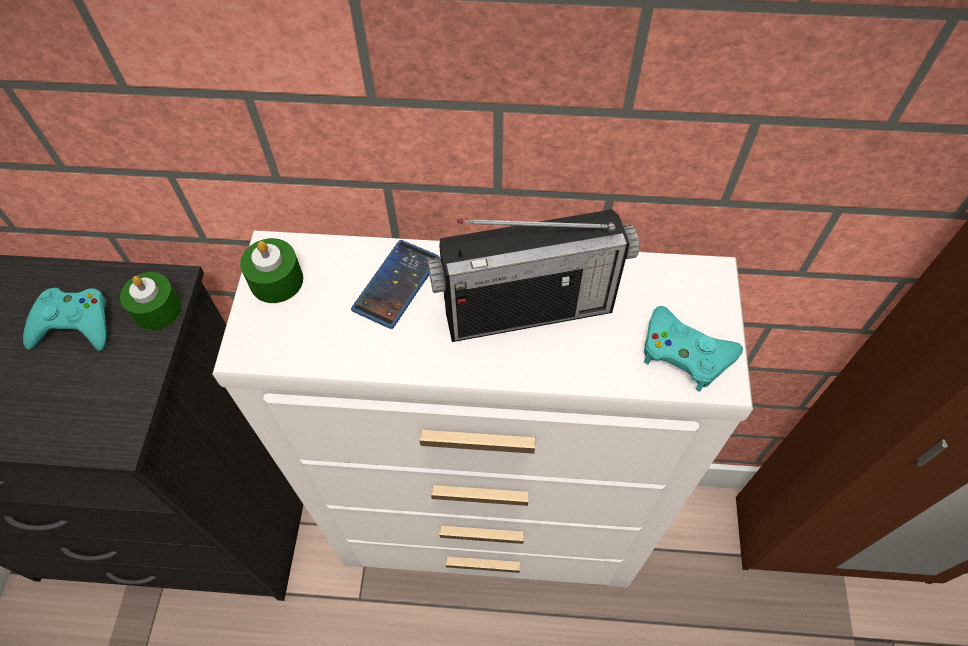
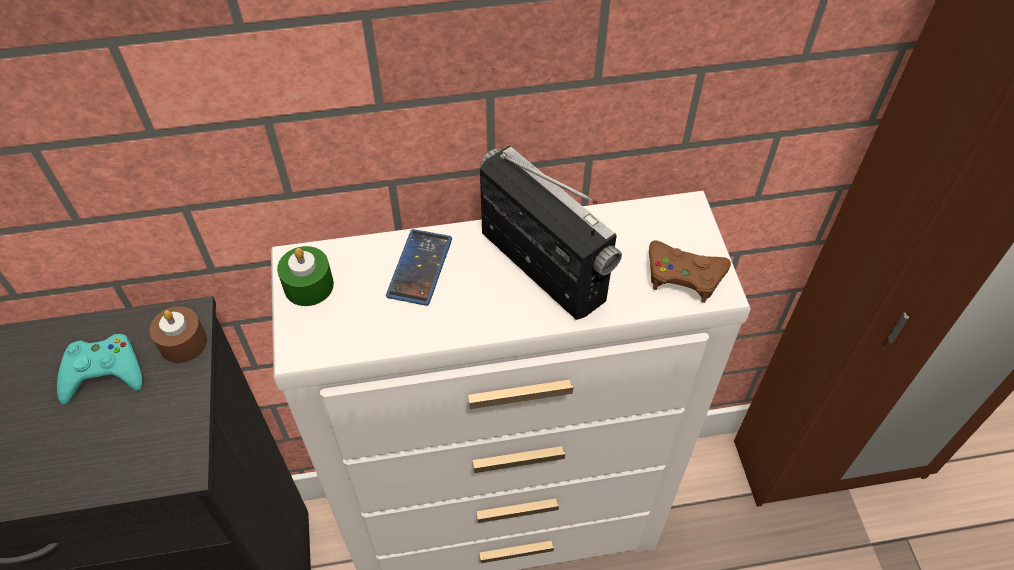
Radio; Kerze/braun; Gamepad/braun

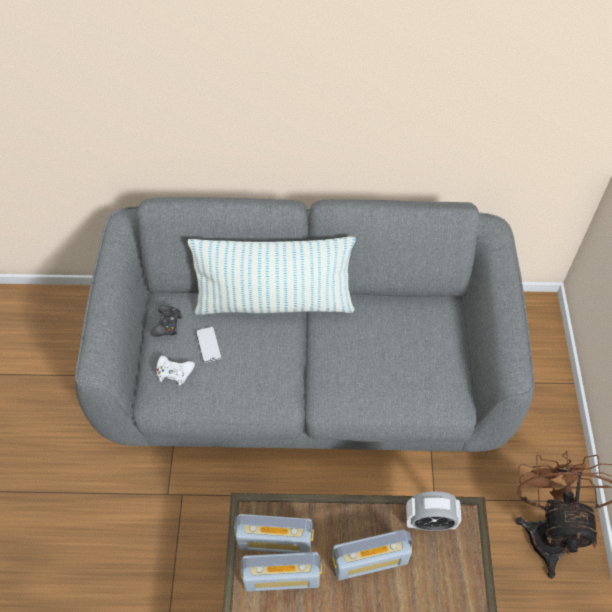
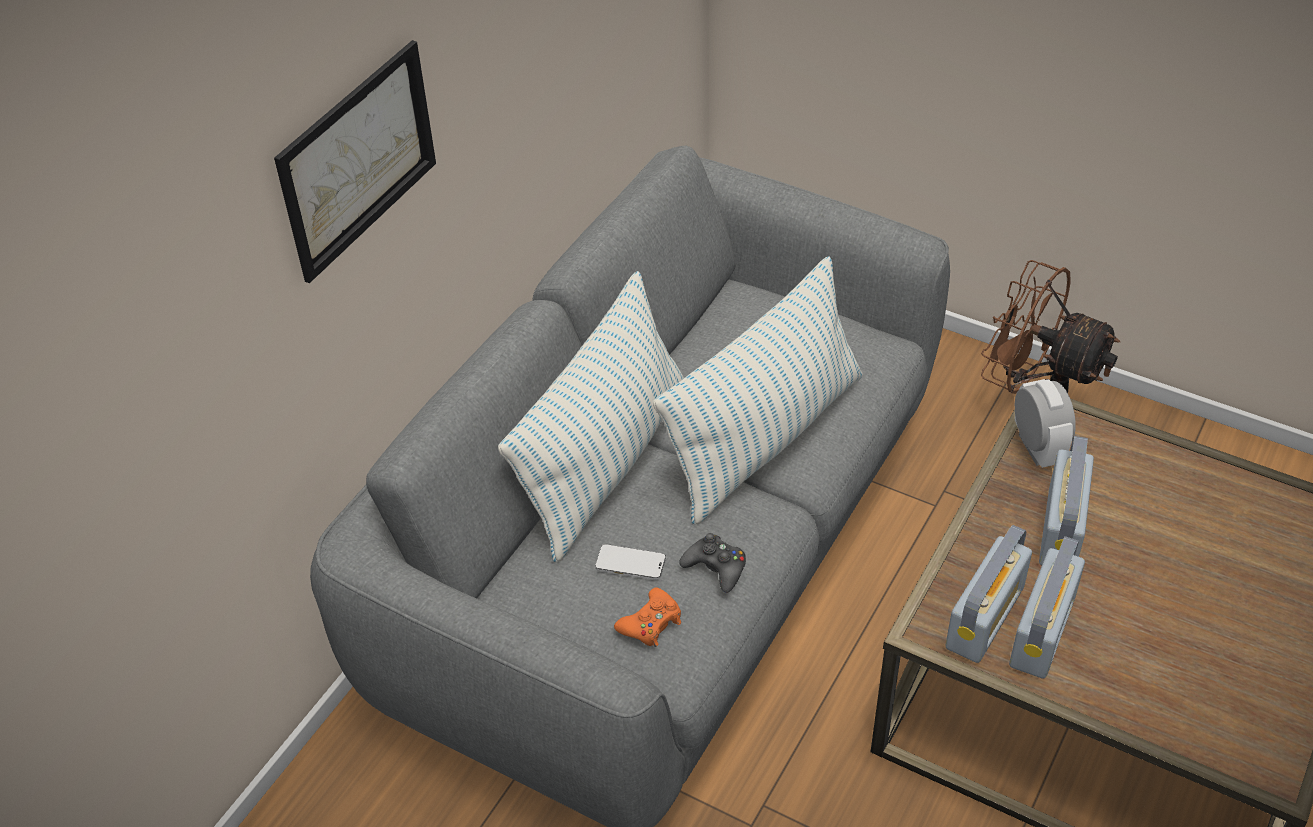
Gamepad/schwarz; Gamepad/orange; Wecker; Bild; Kissen (2nd from left)

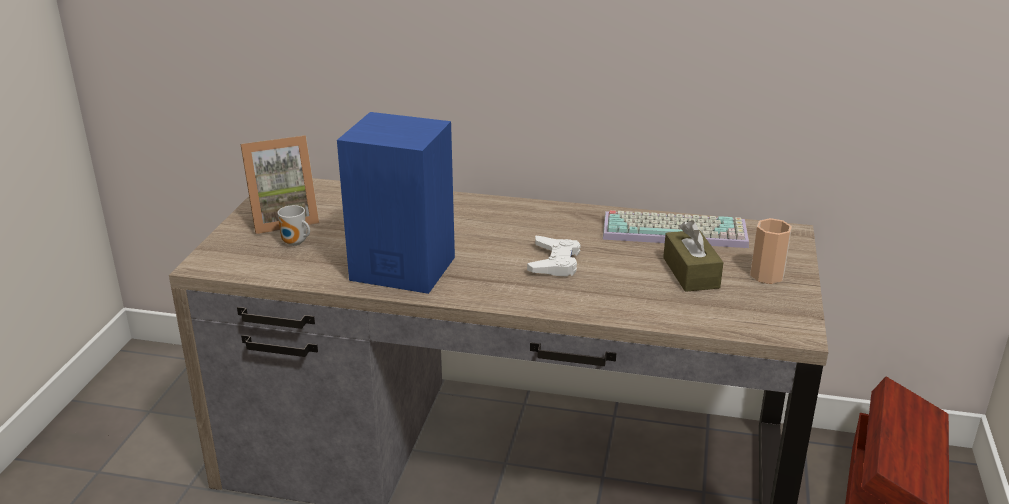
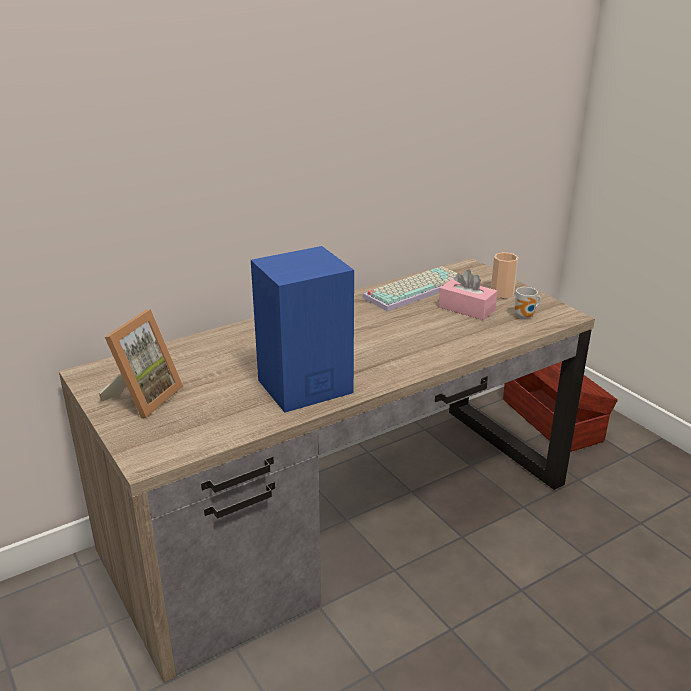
Henkelbecher; Taschentuchbox/rosa; Gamepad/weiß

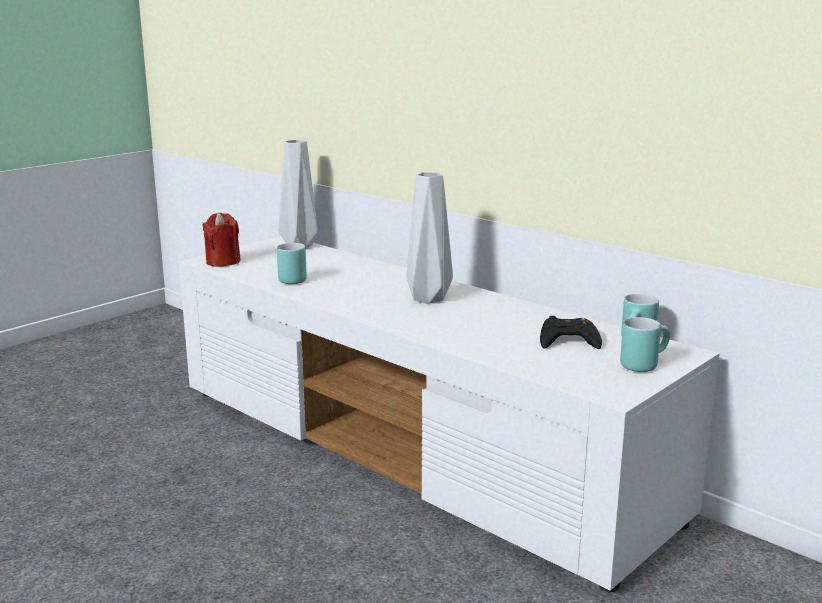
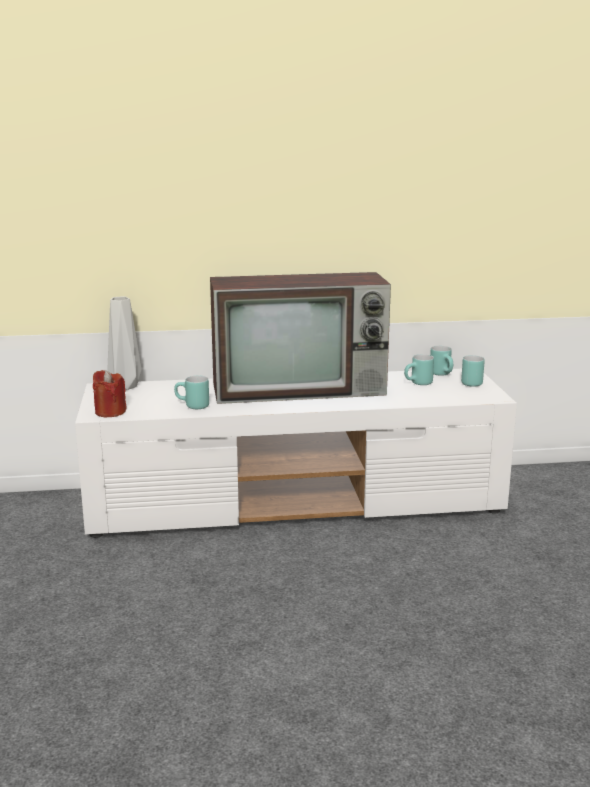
Fernseher; Henkelbecher/türkis (2nd from left)

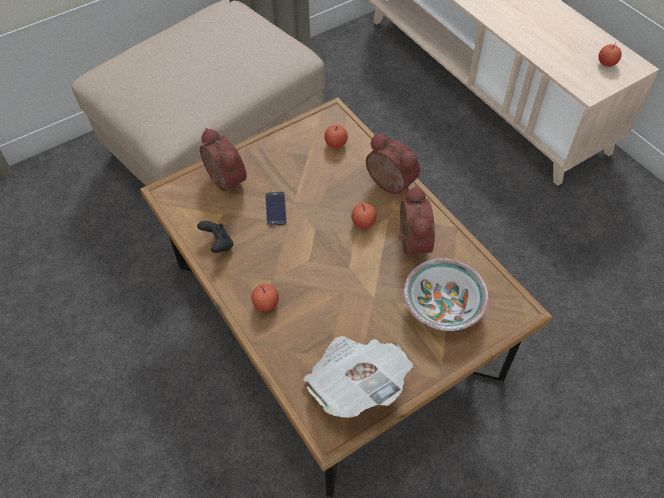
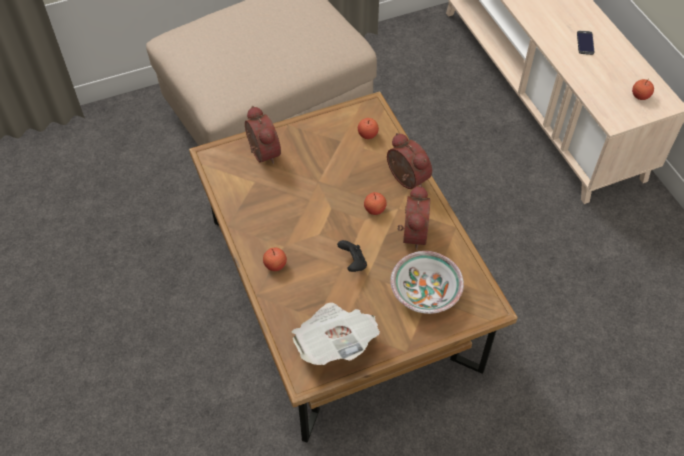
Handy; Gamepad/schwarz

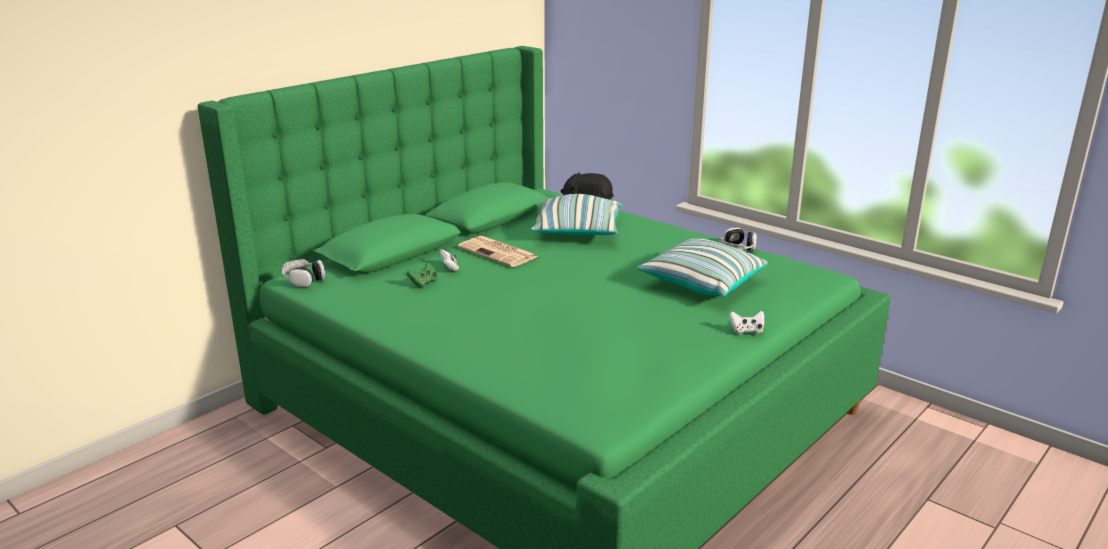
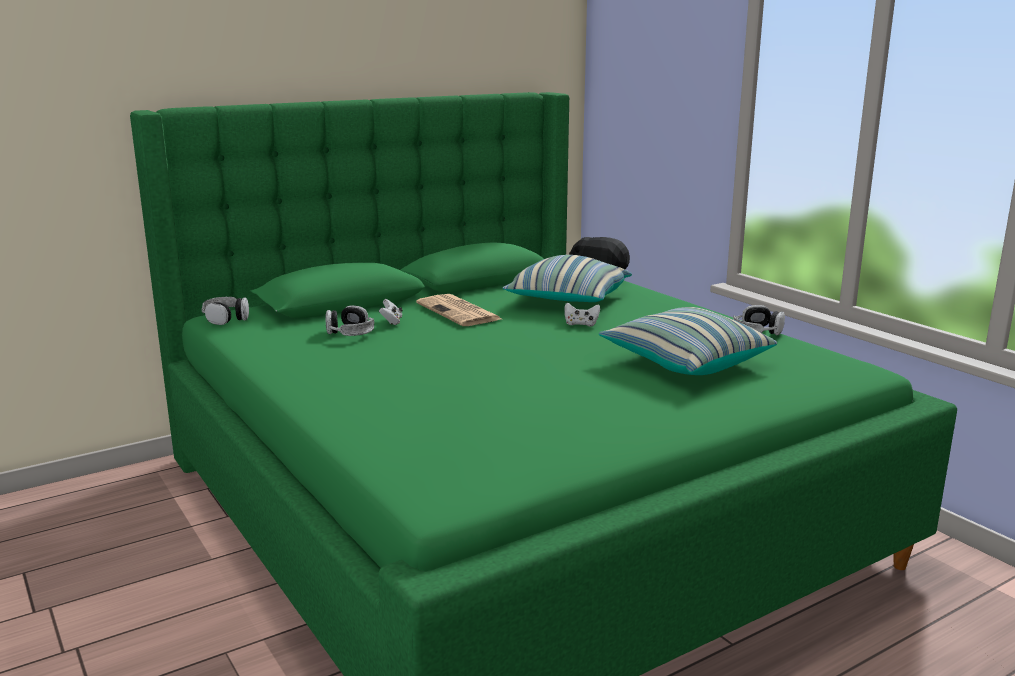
Kopfhörer (2nd from left); Gamepad/weiß (2nd from left)

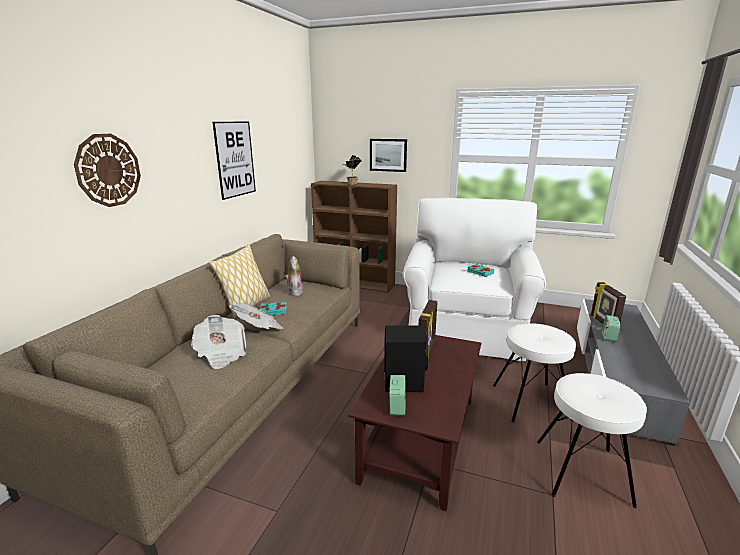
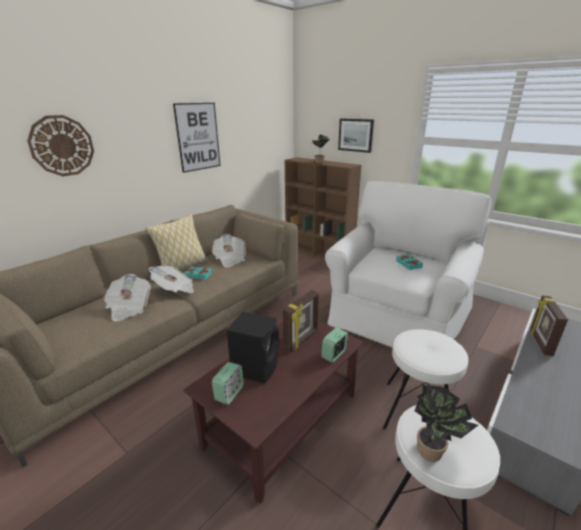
Zeitung (3rd from left); Wecker (2nd from left); Topfpflanze (2nd from left)

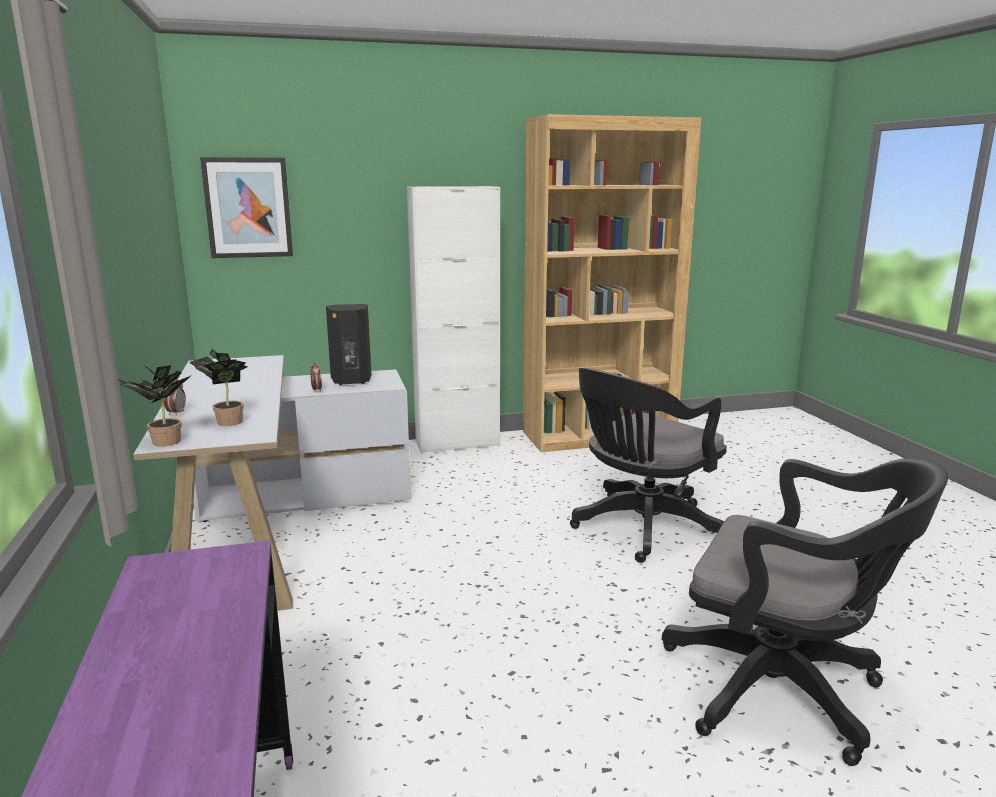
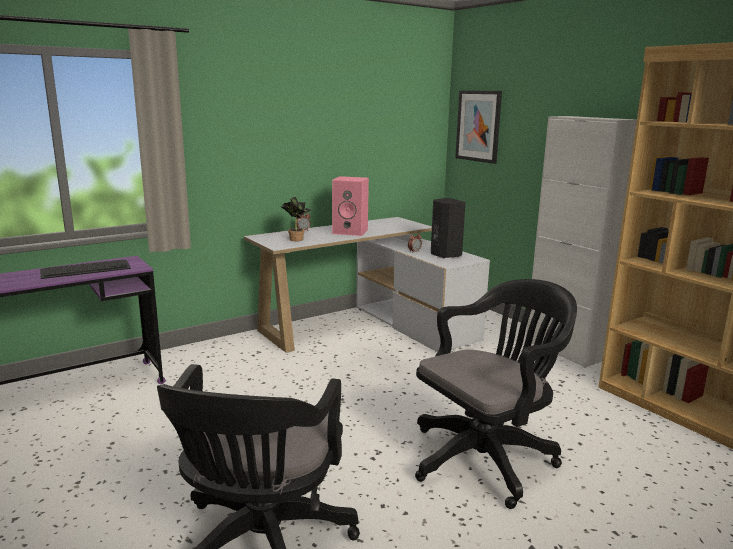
Topfpflanze (1st from left in the first image); Bürostuhl/schwarz (2nd from left); Lautsprecher/rosa; Tastatur

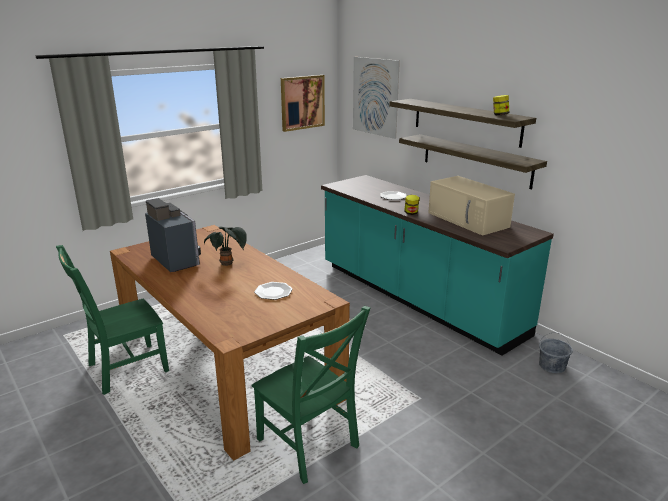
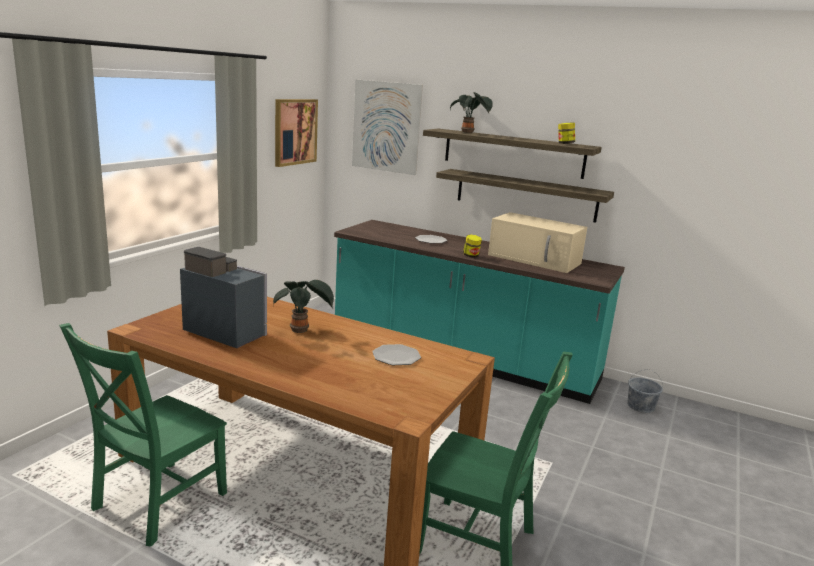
Topfpflanze (2nd from left)

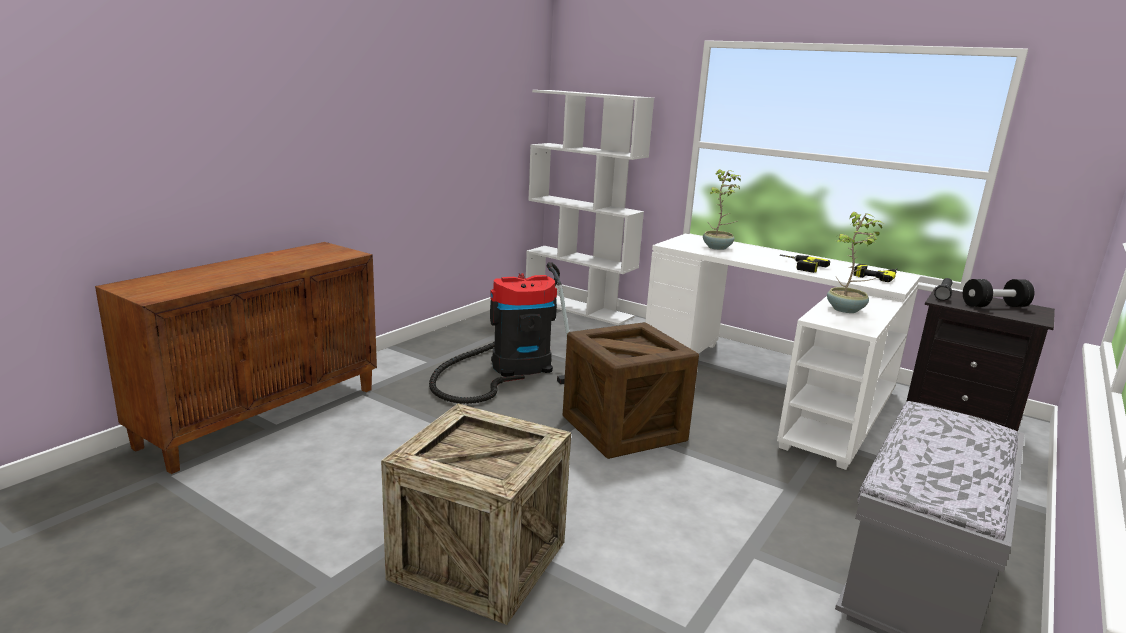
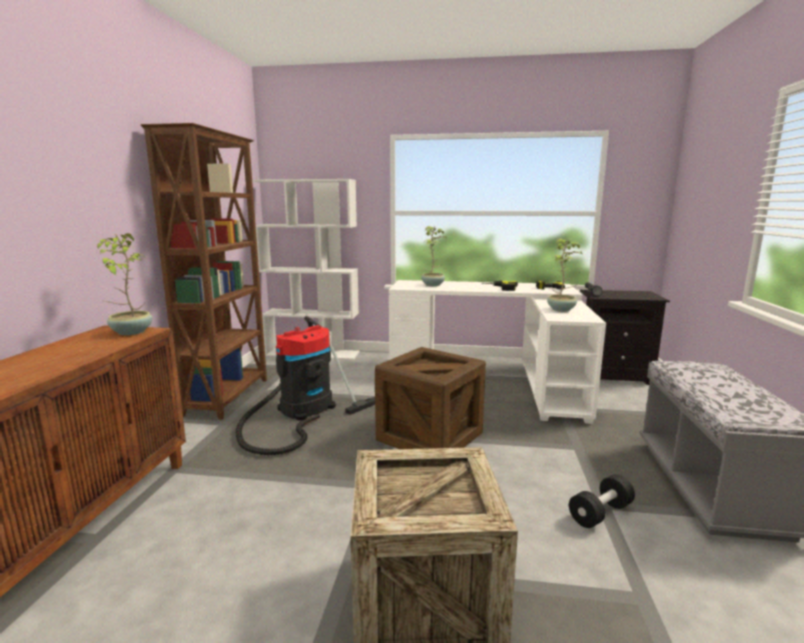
Hantel/schwarz; Bücherregal/braun; Topfpflanze (1st from left)

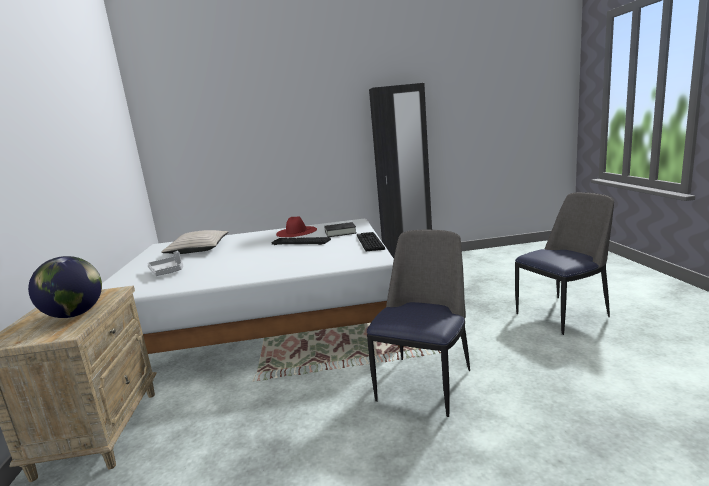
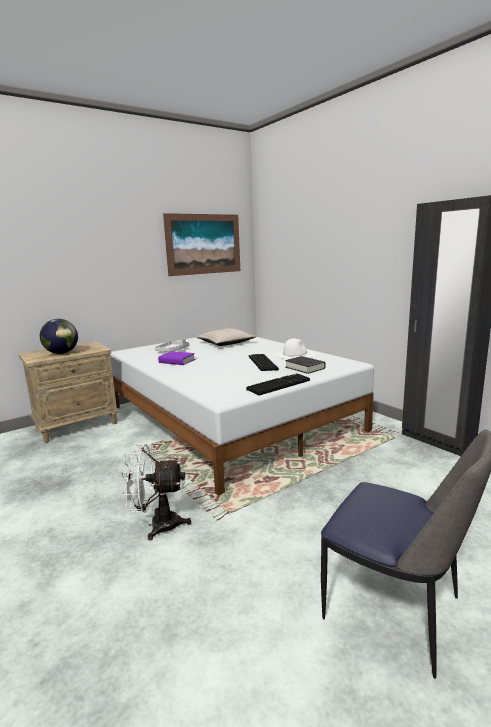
Hut/weiß; Ventilator/weiß; Bild; Buch/lila

